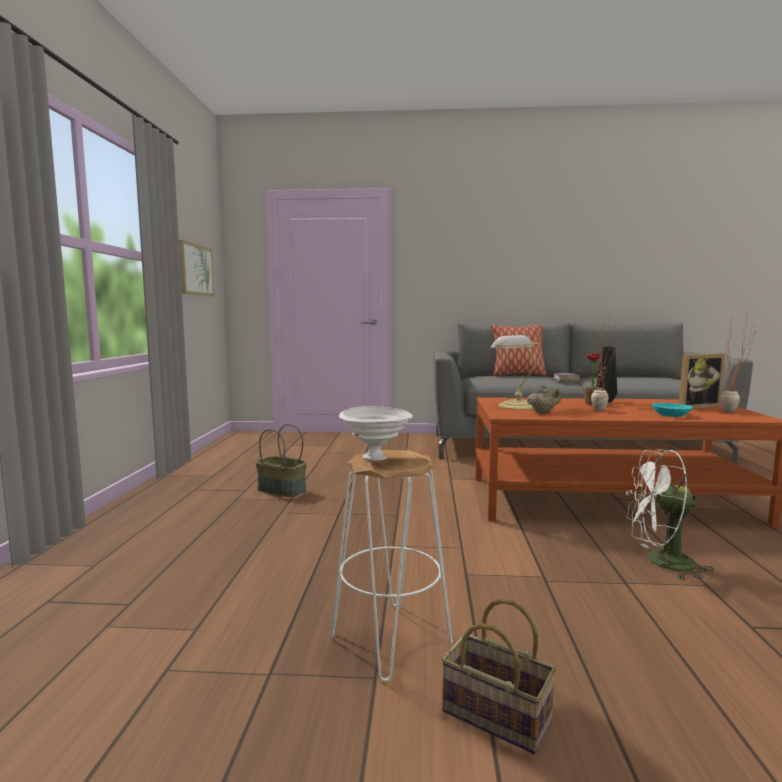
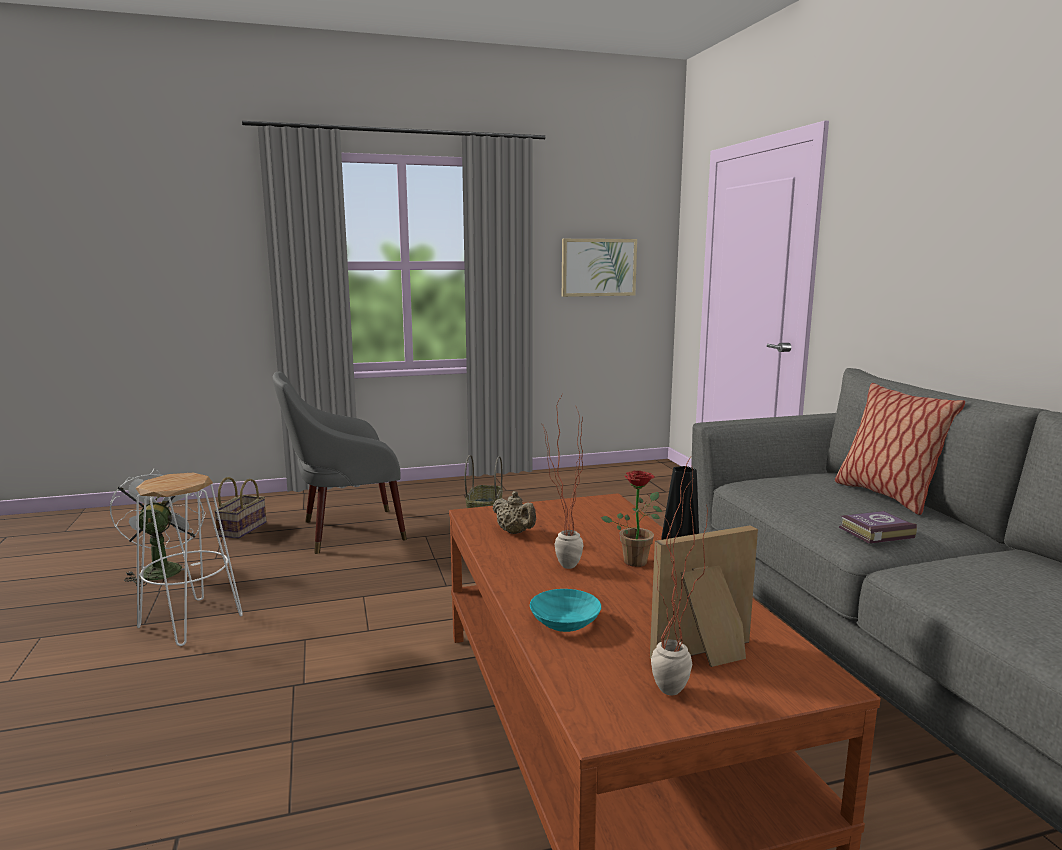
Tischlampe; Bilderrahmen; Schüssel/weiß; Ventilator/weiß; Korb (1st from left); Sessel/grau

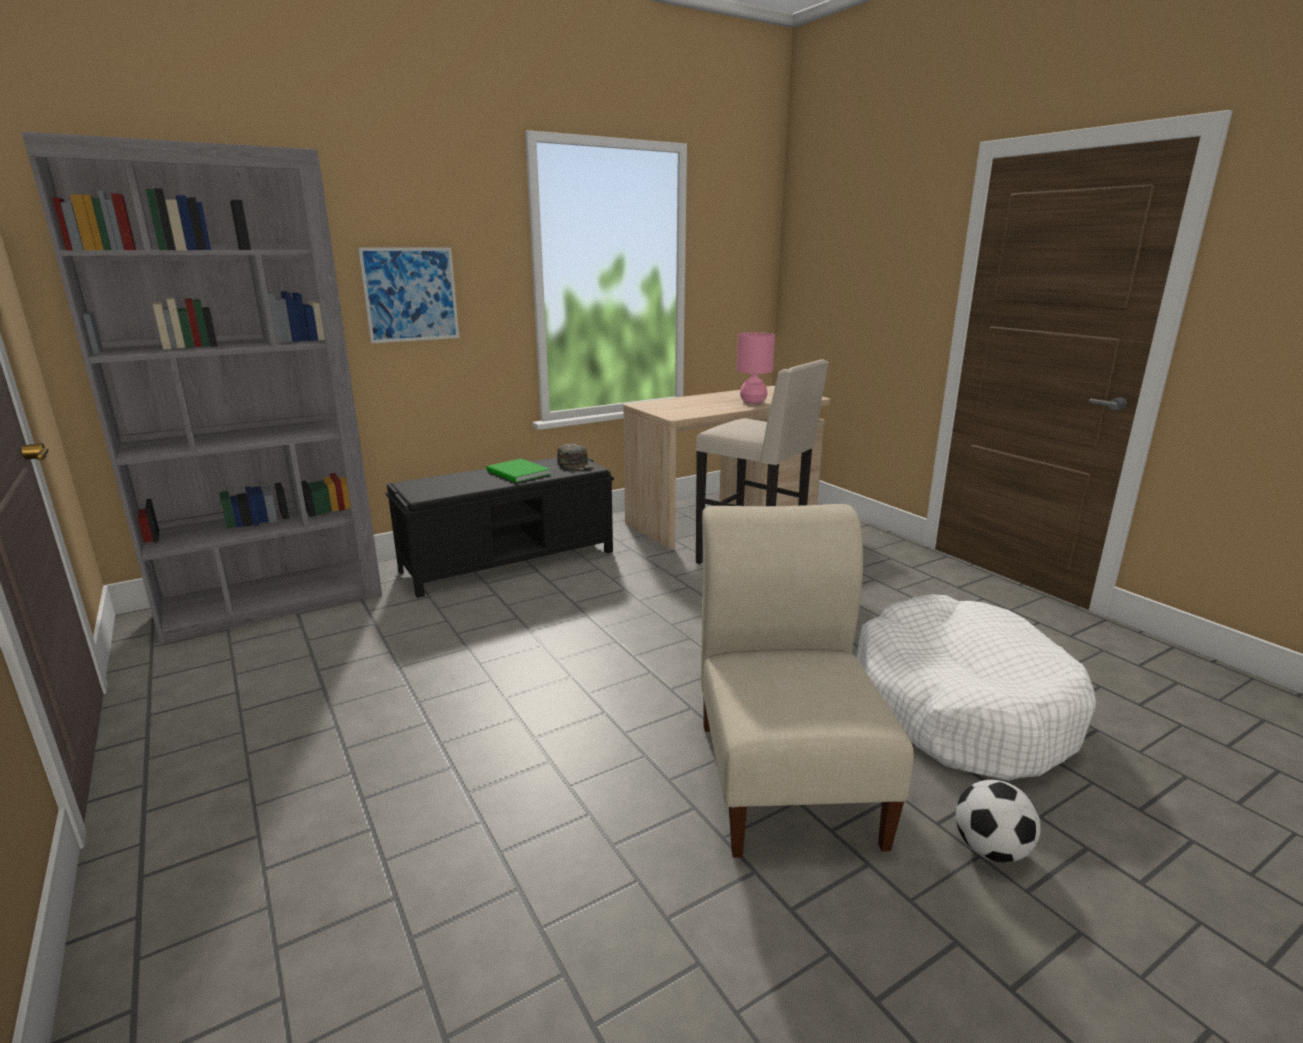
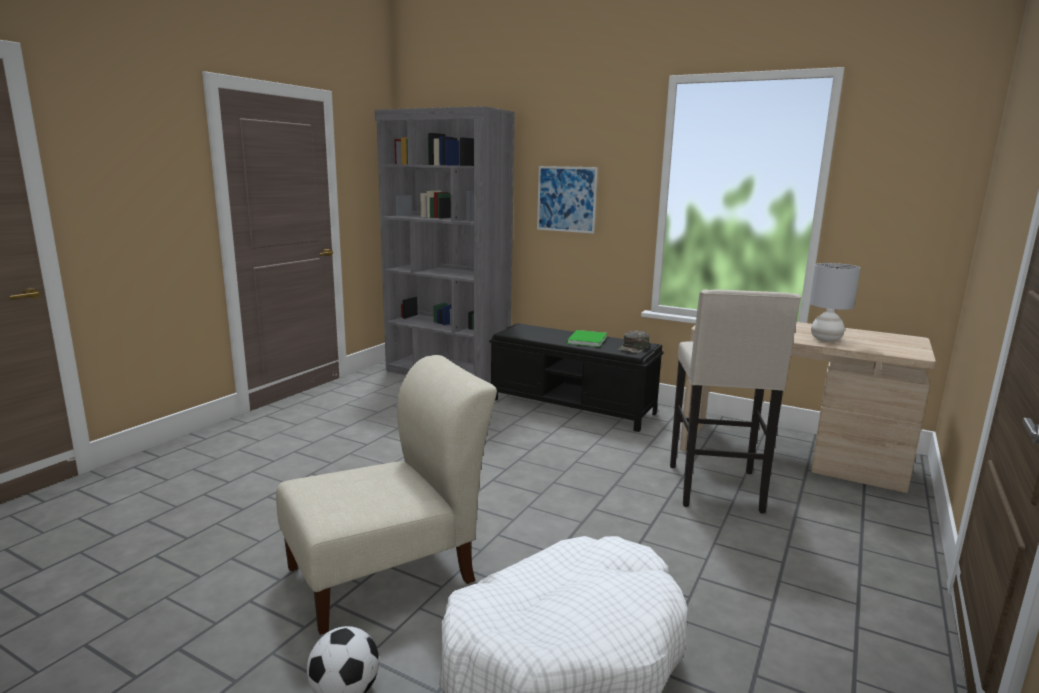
Tischlampe/grau

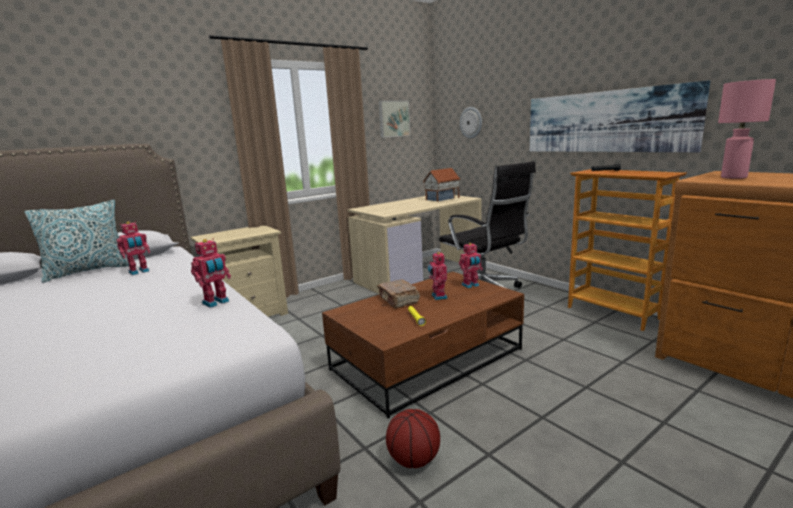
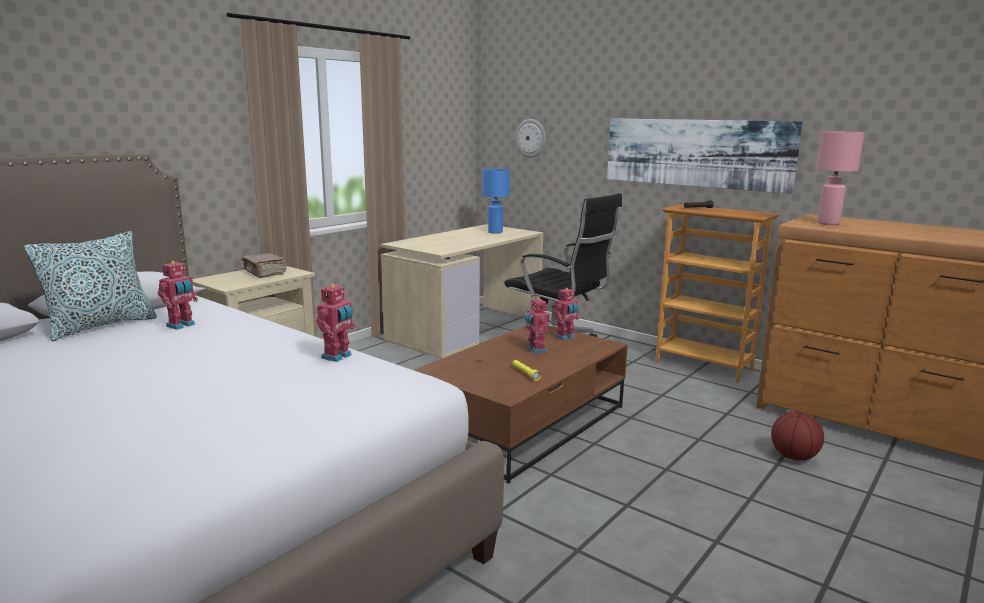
Bild (1st from left in the first image); Tischlampe/blau; Buch/braun; Basketball

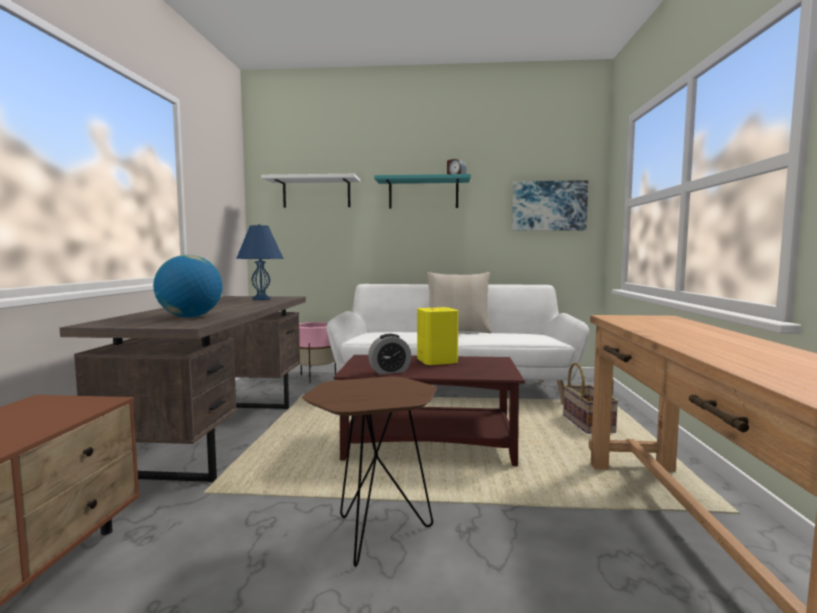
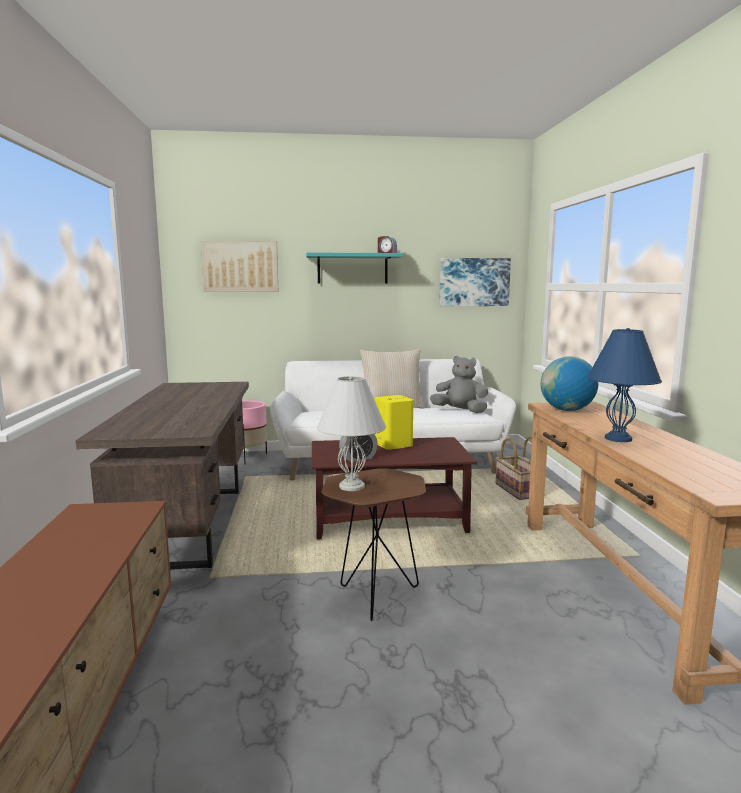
Bild (1st from left); Tischlampe/blau; Globus; Plüschtier/grau; Tischlampe/weiß

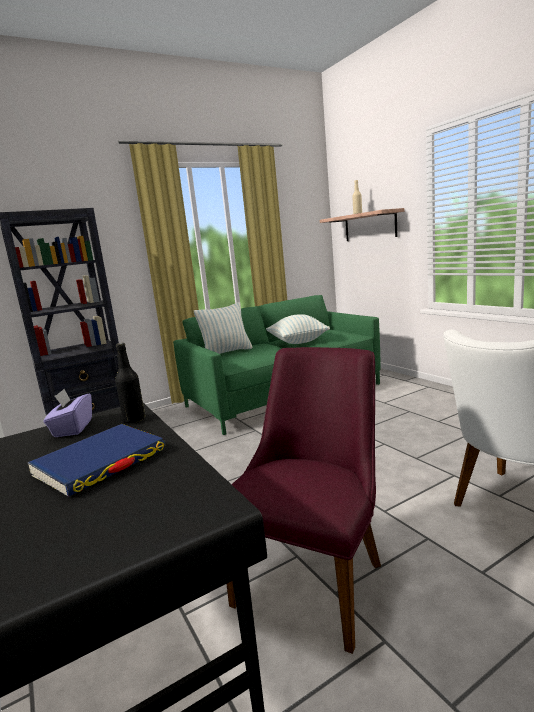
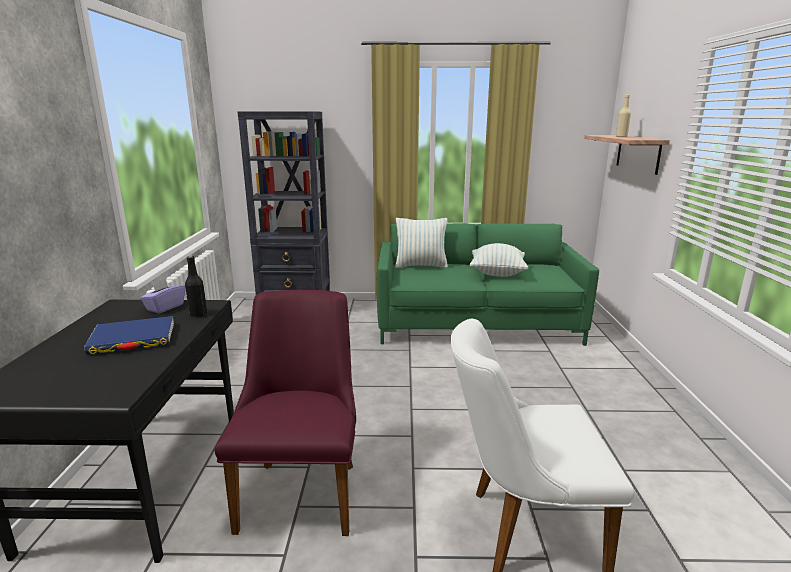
Stuhl/lila

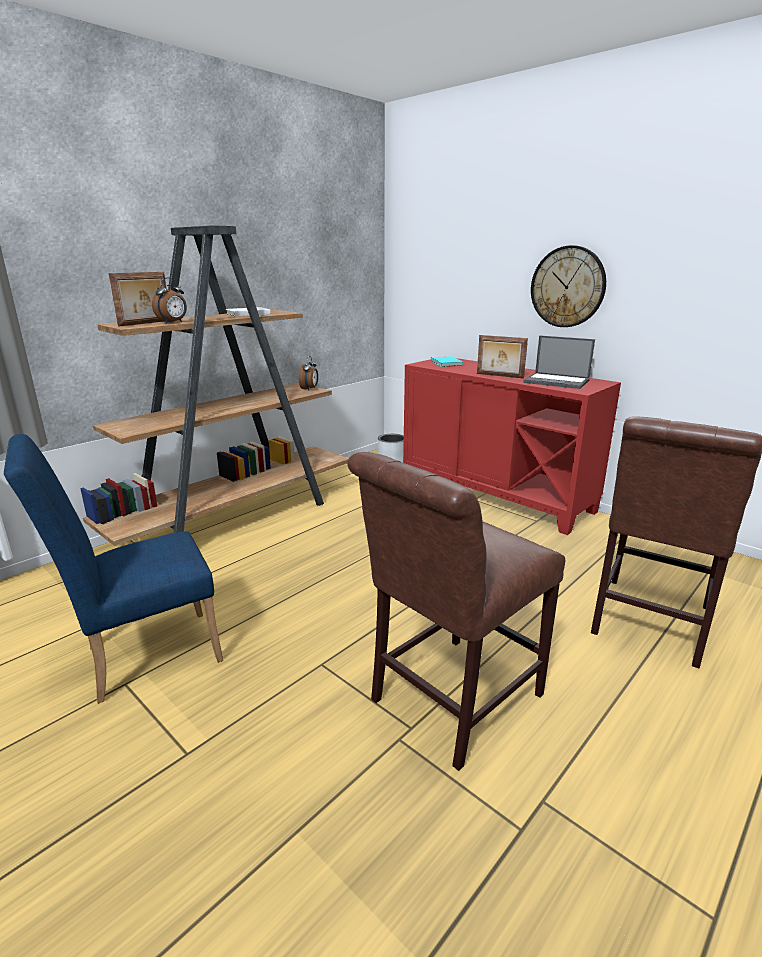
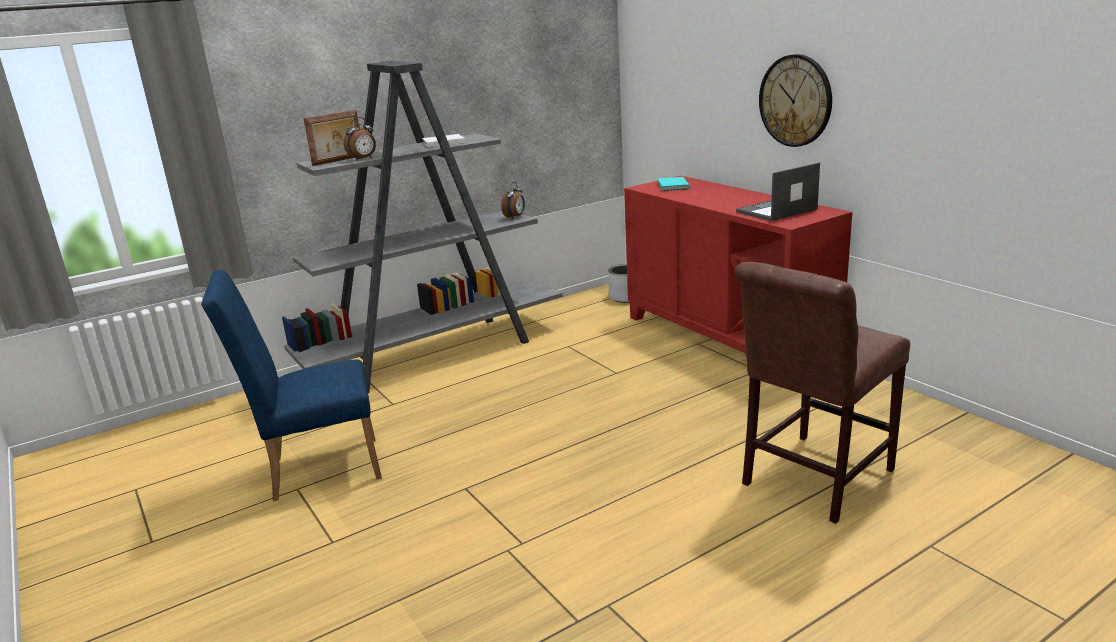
Bücherregal/grau; Bilderrahmen (2nd from left in the first image); Laptop; Stuhl/braun (1st from left in the first image)

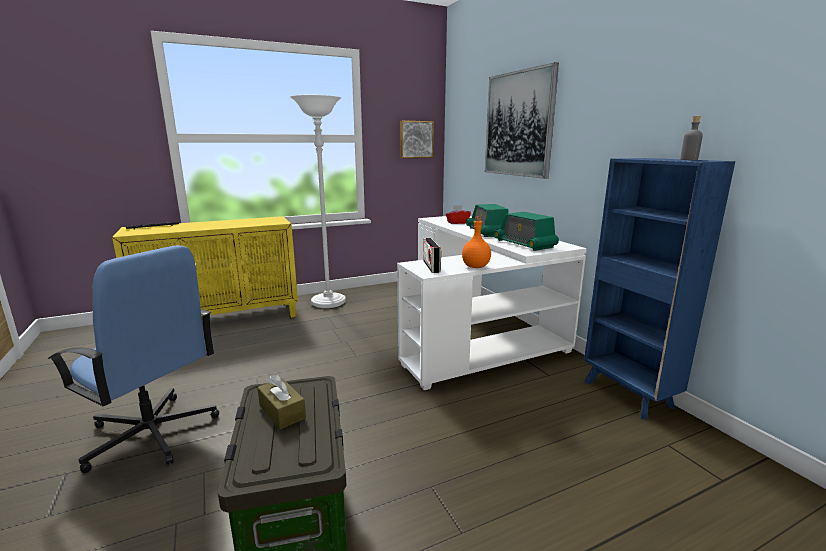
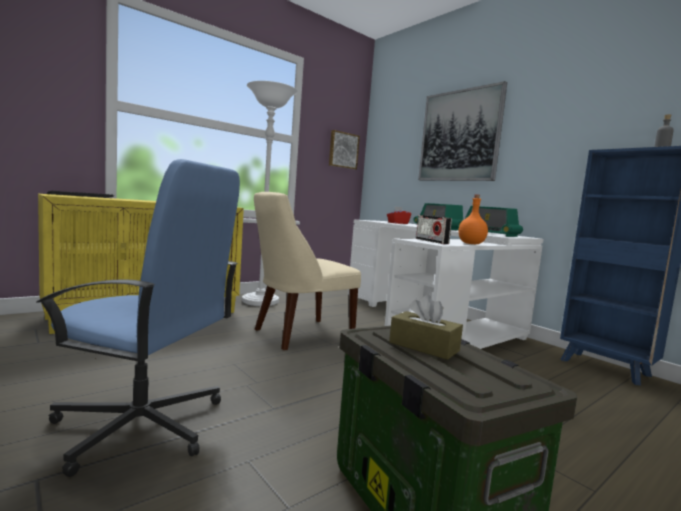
Stuhl/beige

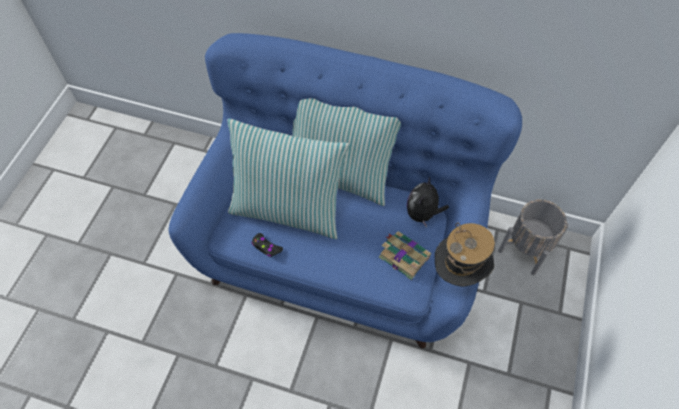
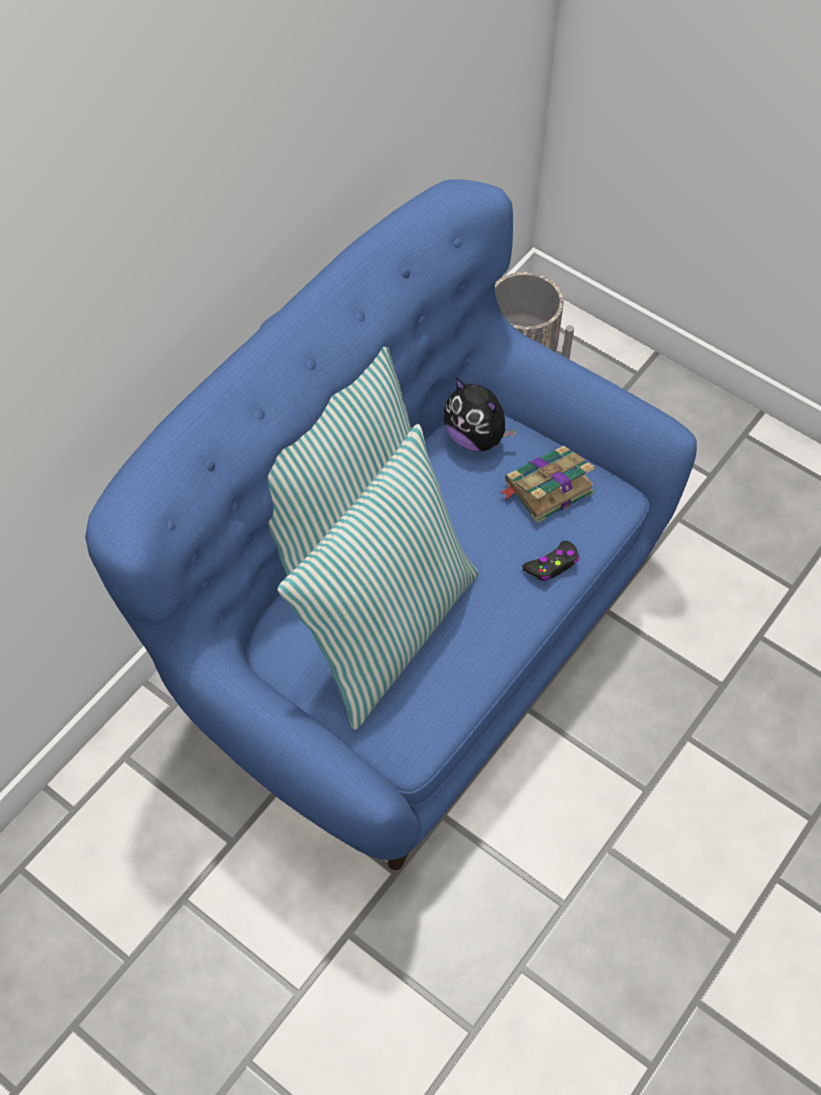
Hut; Gamepad/schwarz

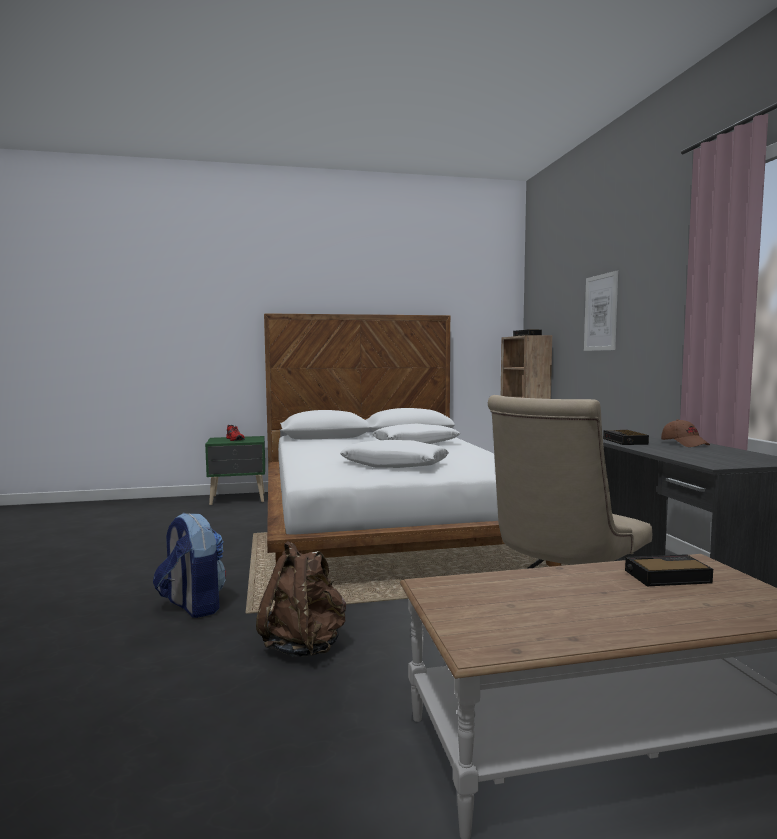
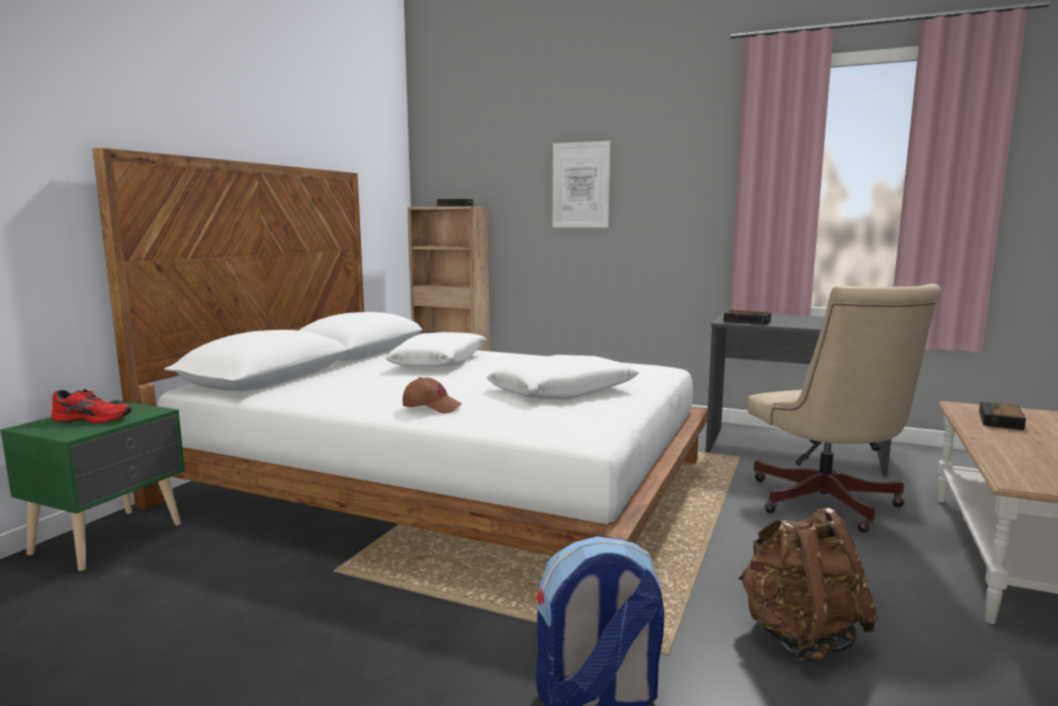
Kappe/braun

